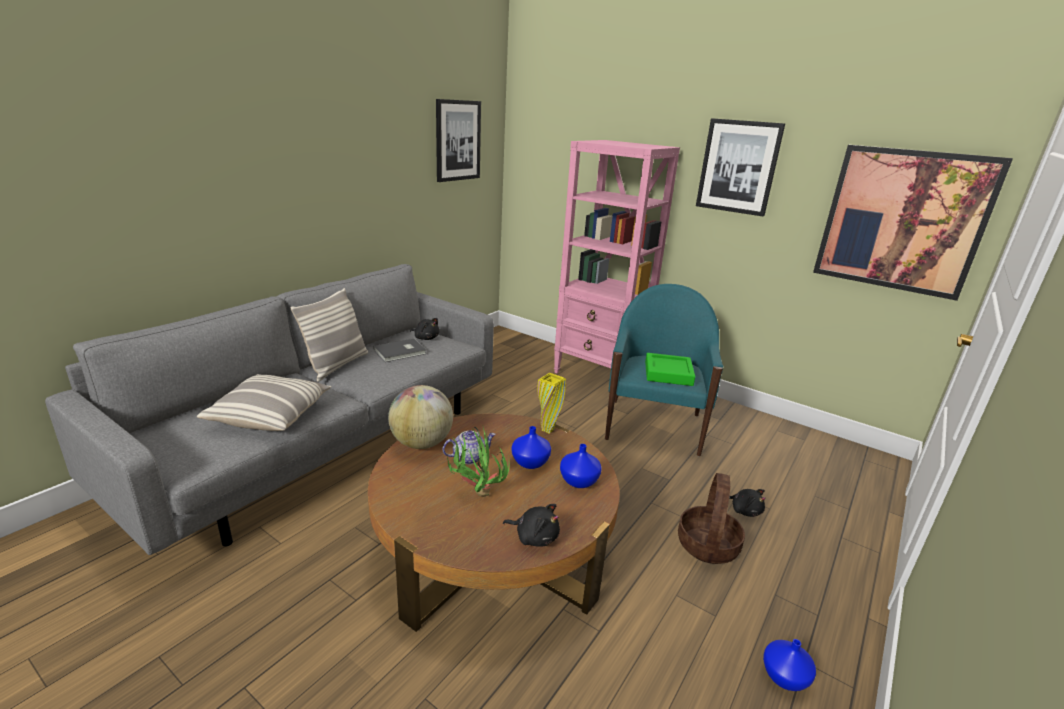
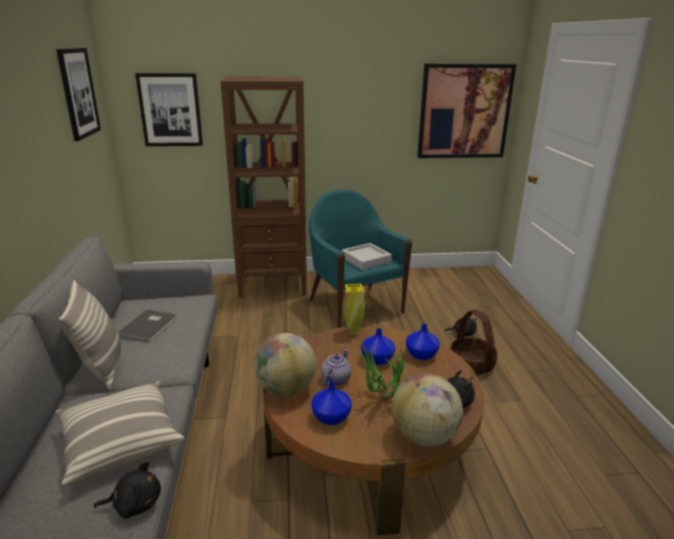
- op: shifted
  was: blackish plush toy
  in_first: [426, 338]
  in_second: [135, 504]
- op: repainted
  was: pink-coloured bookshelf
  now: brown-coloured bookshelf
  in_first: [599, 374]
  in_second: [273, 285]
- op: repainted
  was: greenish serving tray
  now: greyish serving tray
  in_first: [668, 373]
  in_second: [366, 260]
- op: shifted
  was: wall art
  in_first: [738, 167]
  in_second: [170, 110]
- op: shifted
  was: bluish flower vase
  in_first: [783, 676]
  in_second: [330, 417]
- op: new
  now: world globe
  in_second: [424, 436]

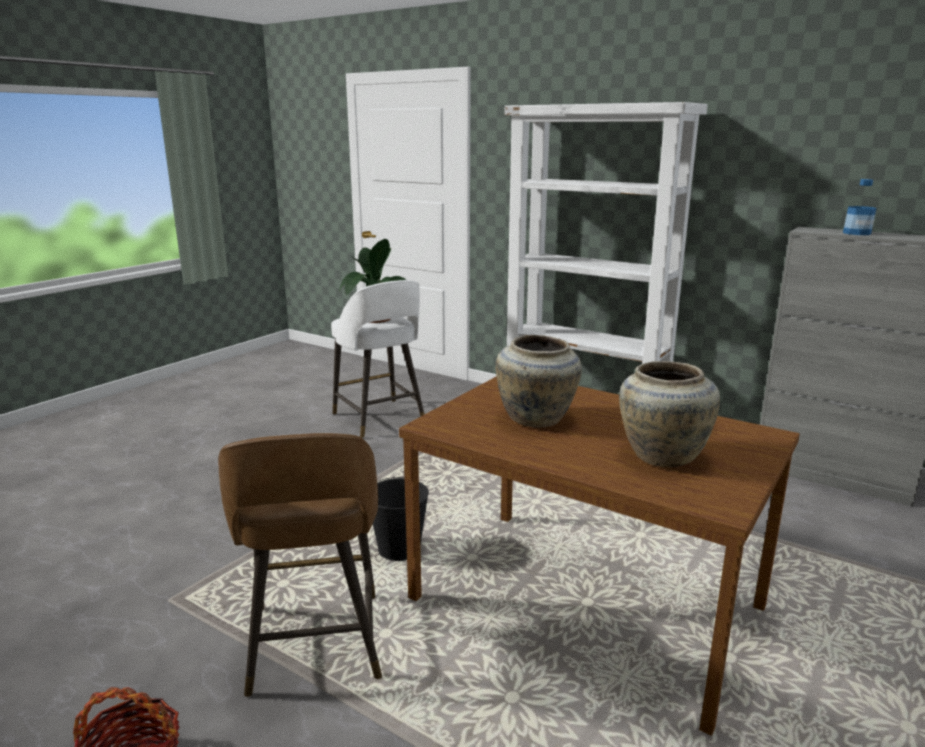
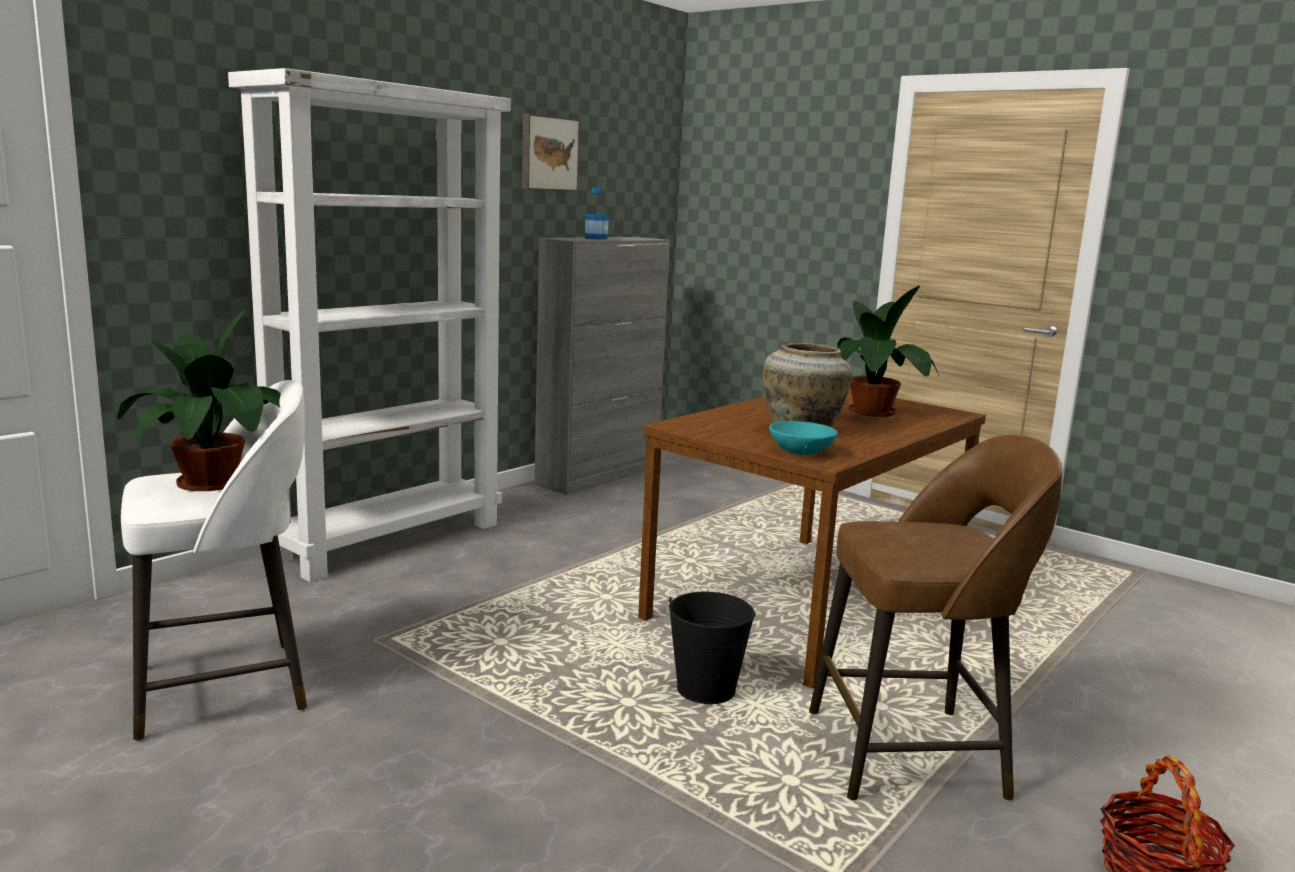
- op: swapped
  was: sand-coloured flower vase
  now: plant in a pot
  in_first: [662, 455]
  in_second: [874, 412]
- op: new
  now: wall art
  in_second: [548, 153]
- op: new
  now: turquoise serving bowl
  in_second: [800, 452]

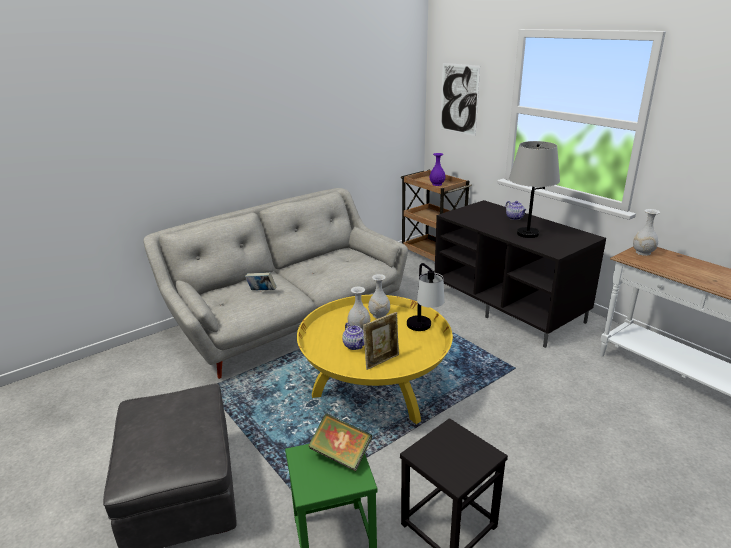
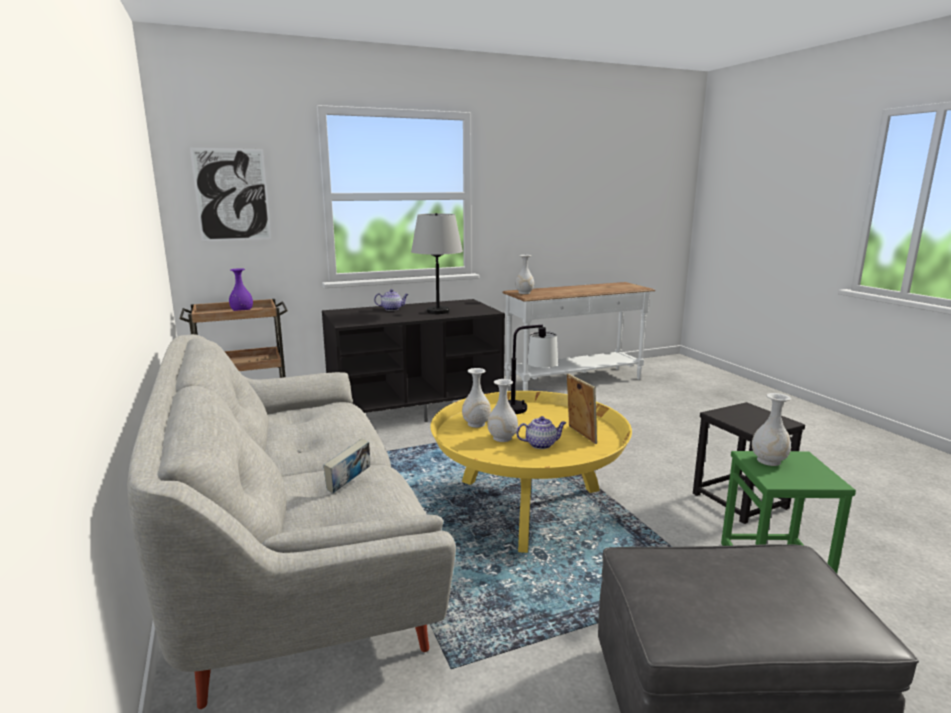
- op: swapped
  was: volume
  now: white-coloured flower vase
  in_first: [341, 455]
  in_second: [769, 461]

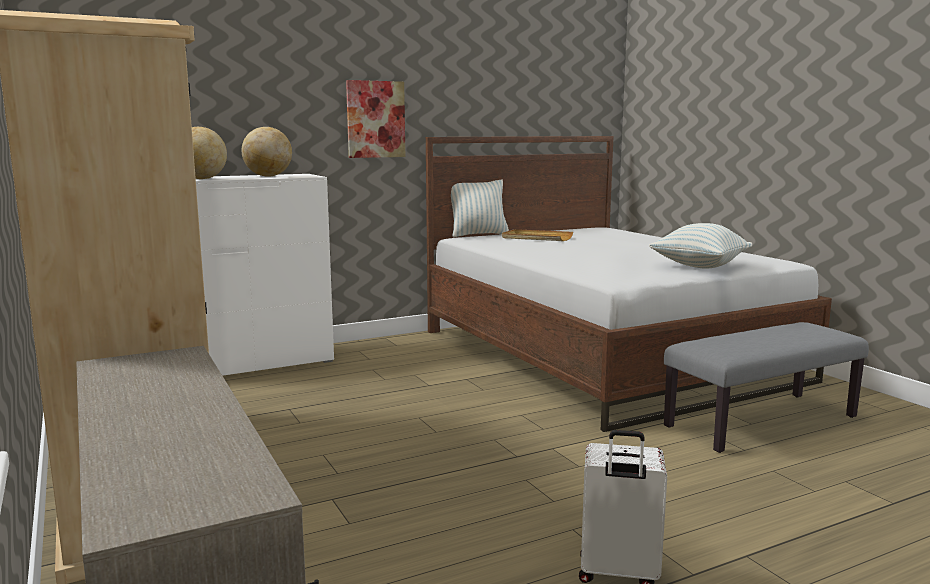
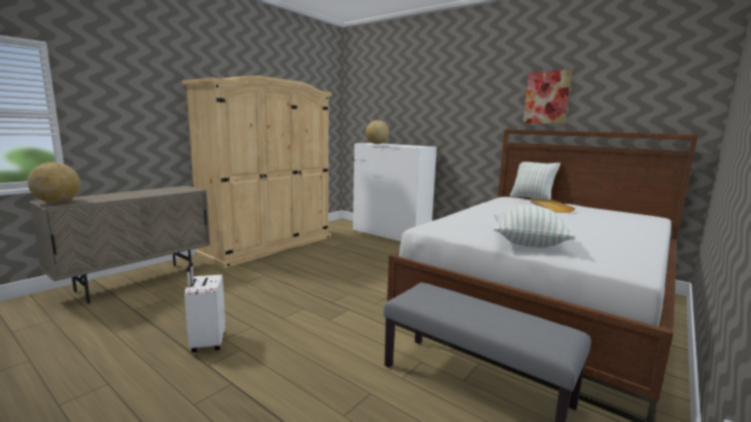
- op: shifted
  was: world globe
  in_first: [268, 176]
  in_second: [58, 202]
- op: shifted
  was: wall art
  in_first: [375, 119]
  in_second: [546, 98]

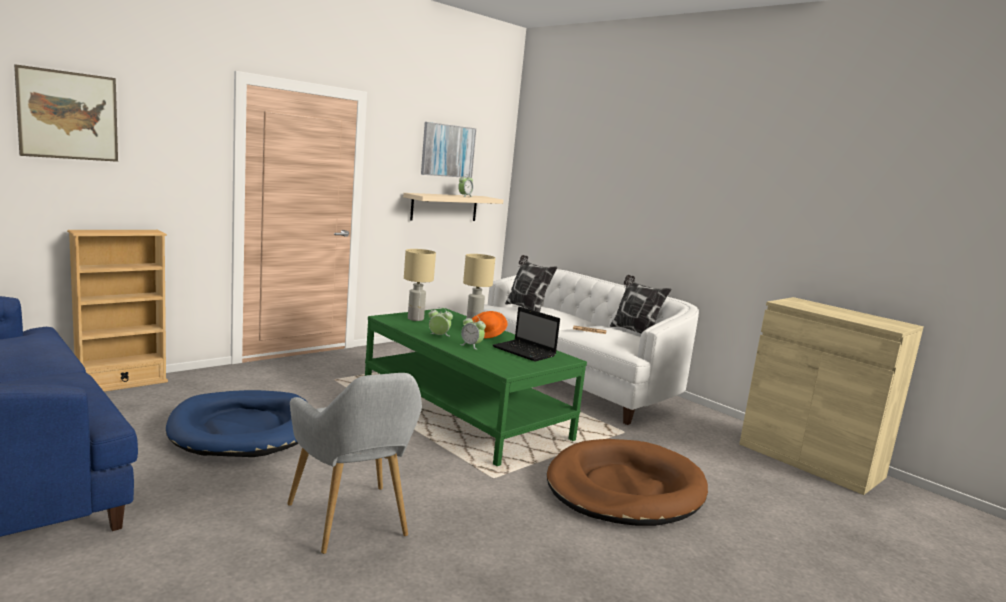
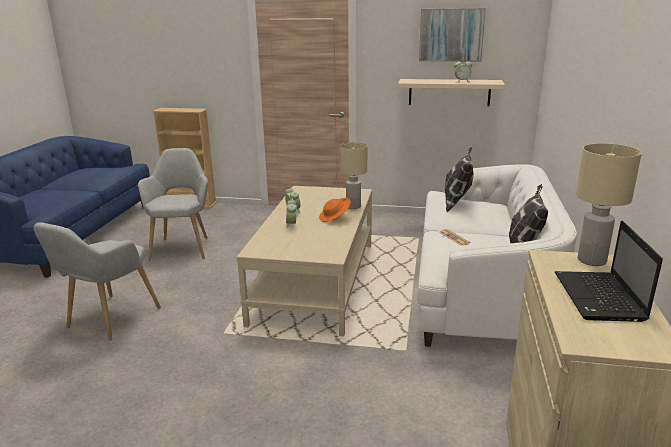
- op: gone
  was: wall art
  in_first: [68, 115]
- op: swapped
  was: bluish pet bed
  now: greyish easy chair
  in_first: [243, 429]
  in_second: [182, 246]
- op: repainted
  was: greenish lounge table
  now: sand-coloured lounge table
  in_first: [464, 413]
  in_second: [315, 282]
- op: shifted
  was: sand-coloured table lamp
  in_first: [416, 319]
  in_second: [592, 261]
- op: shifted
  was: notebook computer
  in_first: [525, 352]
  in_second: [600, 298]
- op: gone
  was: brown-coloured pet bed
  in_first: [624, 489]

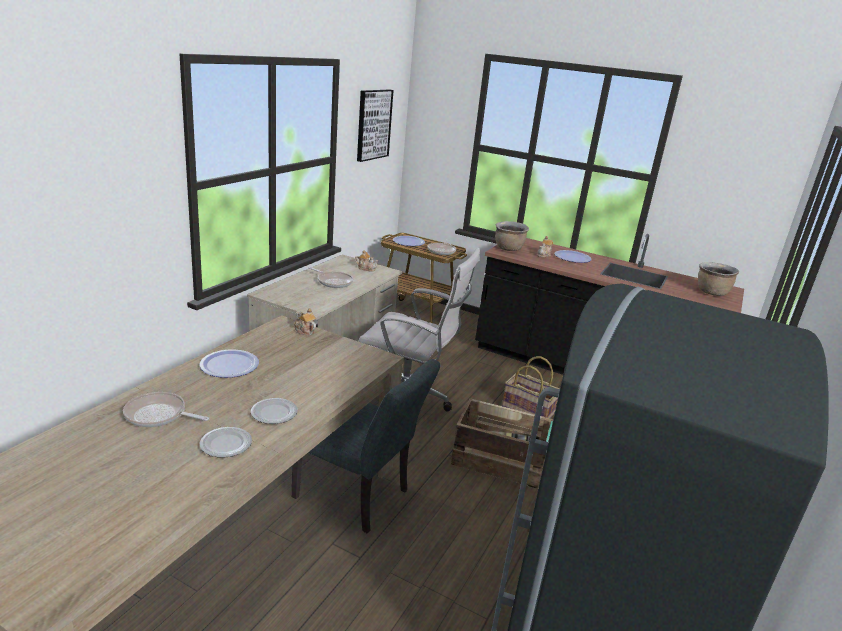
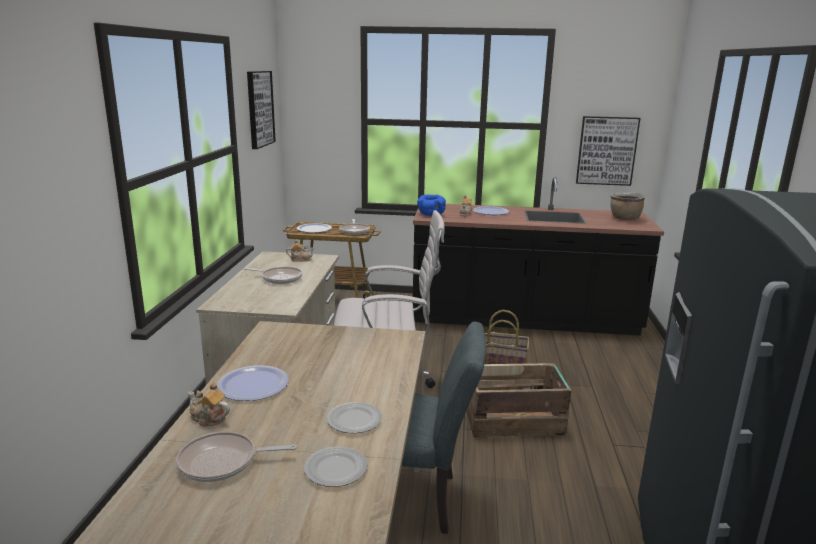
- op: shifted
  was: tea pot
  in_first: [304, 331]
  in_second: [208, 418]
- op: swapped
  was: brown-coloured cooking pot
  now: bluish serving bowl
  in_first: [508, 249]
  in_second: [430, 214]
- op: new
  now: wall art
  in_second: [606, 151]

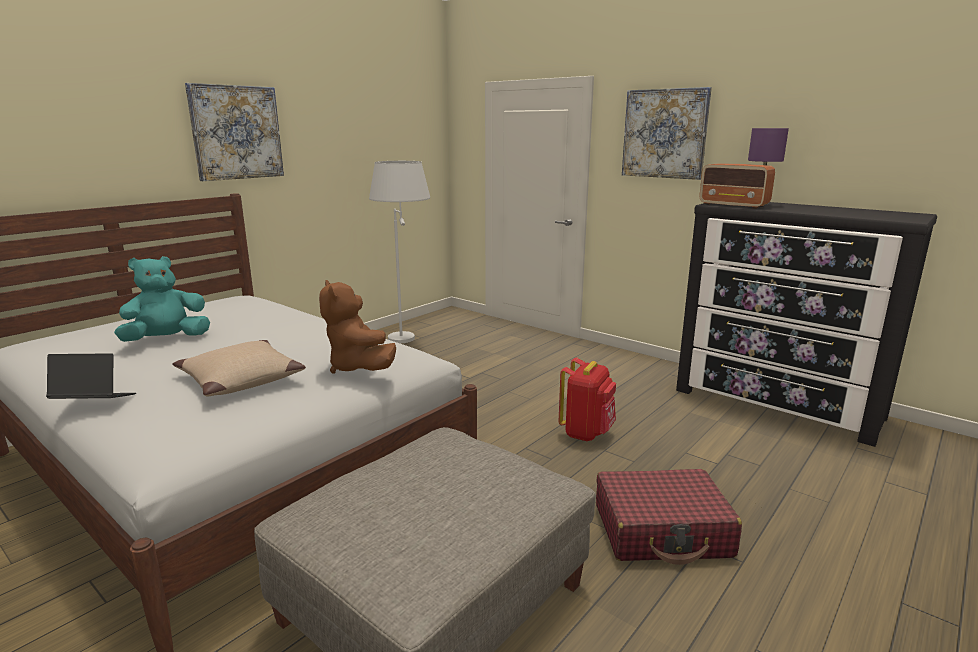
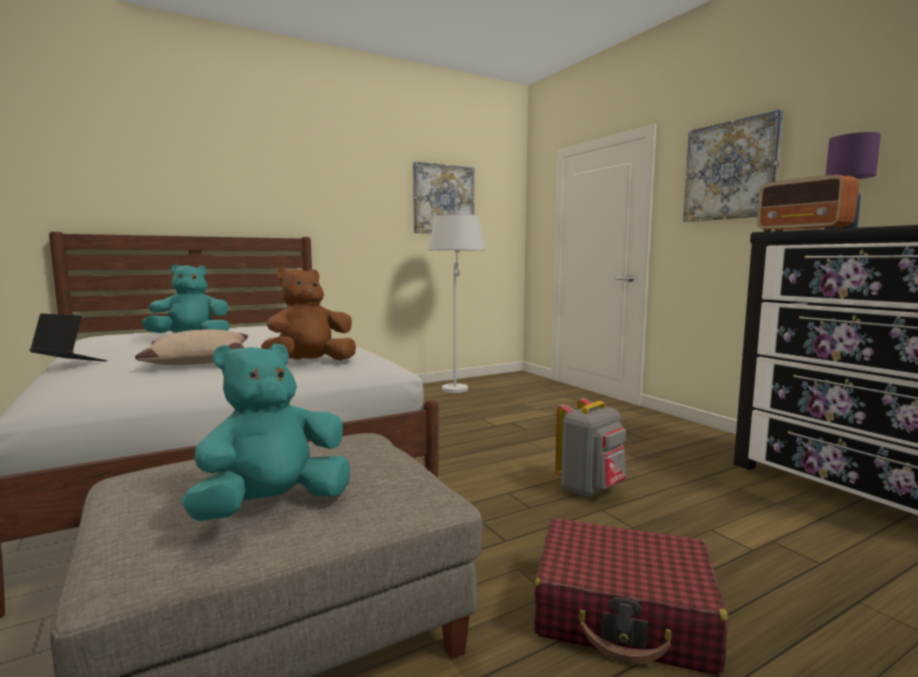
- op: shifted
  was: wall art
  in_first: [236, 132]
  in_second: [443, 199]
- op: rotated
  was: brown-coloured plush toy
  in_first: [358, 367]
  in_second: [310, 363]
  clockwise: 60
- op: repainted
  was: red backpack
  now: greyish backpack
  in_first: [586, 433]
  in_second: [590, 489]
- op: new
  now: turquoise plush toy
  in_second: [273, 506]

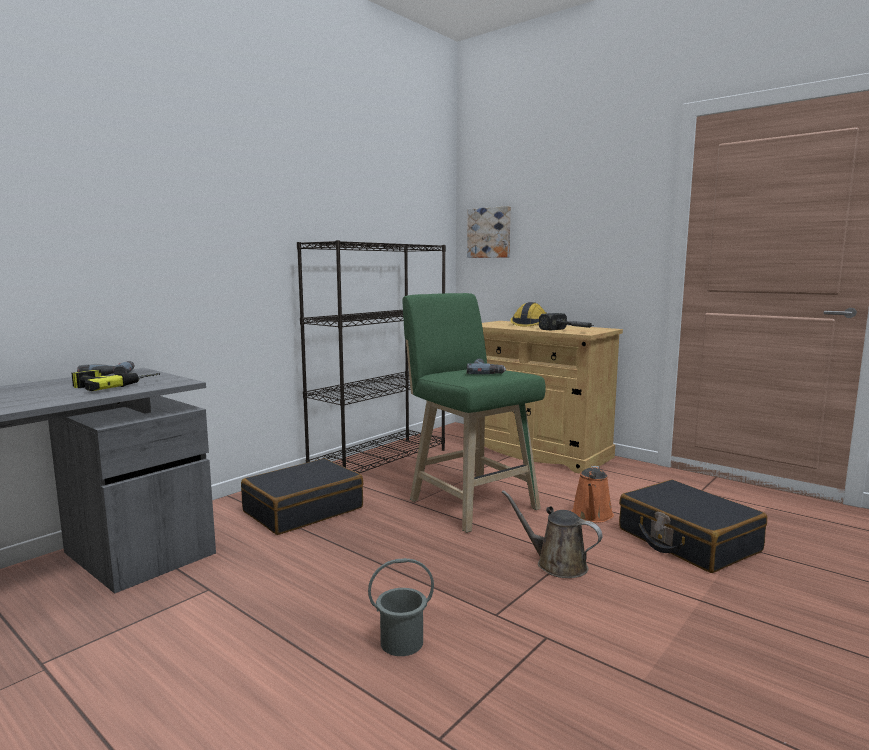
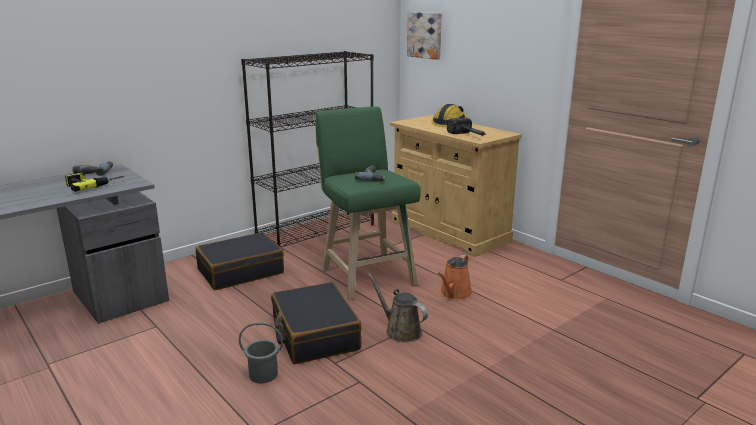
- op: shifted
  was: blackish piece of luggage
  in_first: [687, 540]
  in_second: [314, 334]

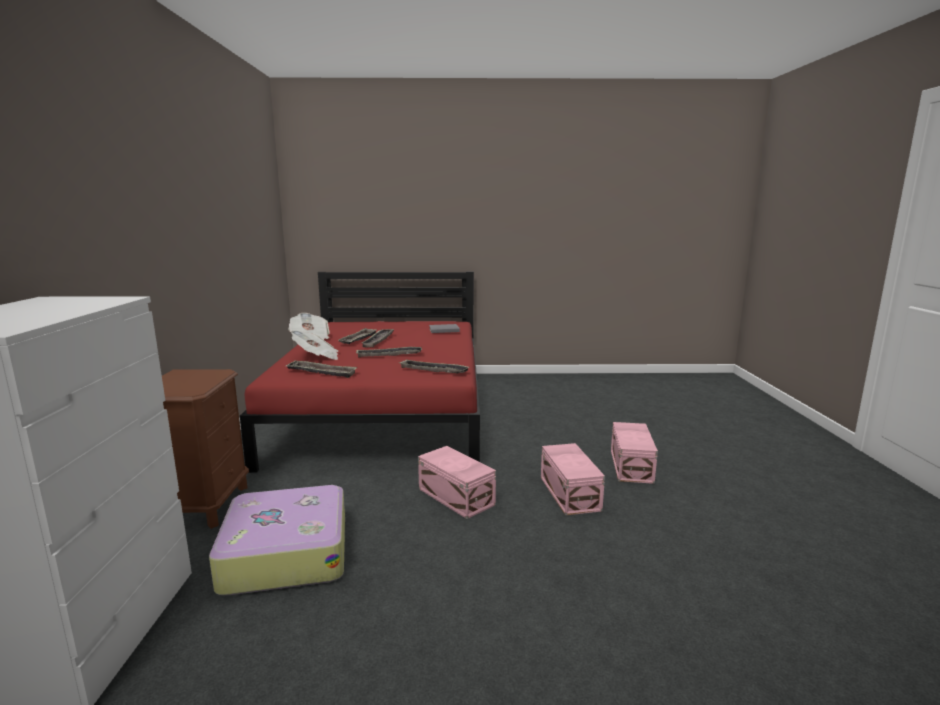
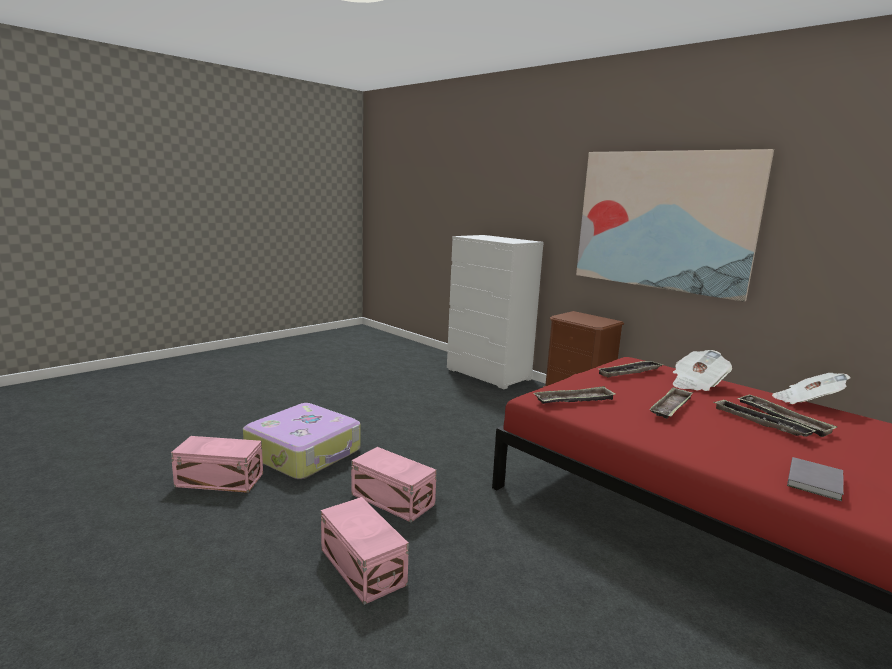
- op: shifted
  was: piece of luggage
  in_first: [285, 553]
  in_second: [305, 453]
- op: shifted
  was: pink-coloured storage box
  in_first: [456, 497]
  in_second: [219, 479]
- op: new
  now: wall art
  in_second: [663, 220]

